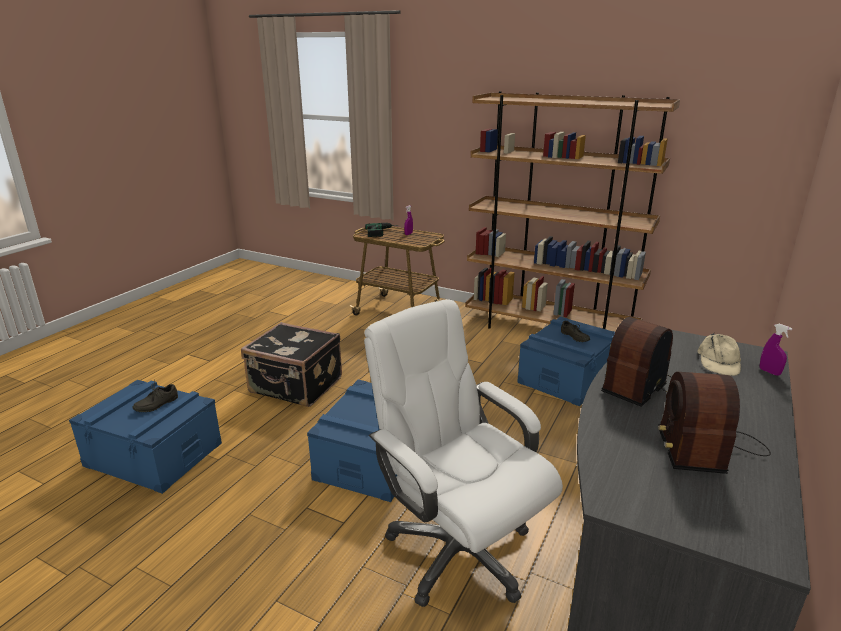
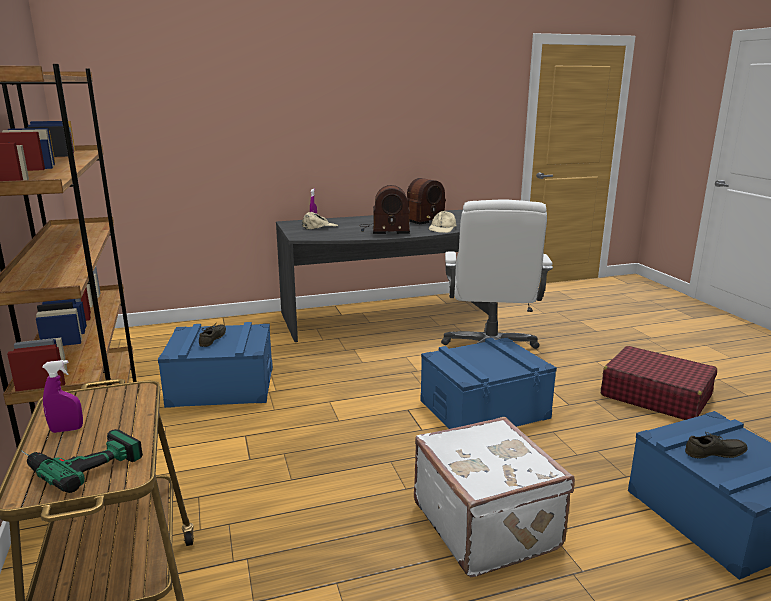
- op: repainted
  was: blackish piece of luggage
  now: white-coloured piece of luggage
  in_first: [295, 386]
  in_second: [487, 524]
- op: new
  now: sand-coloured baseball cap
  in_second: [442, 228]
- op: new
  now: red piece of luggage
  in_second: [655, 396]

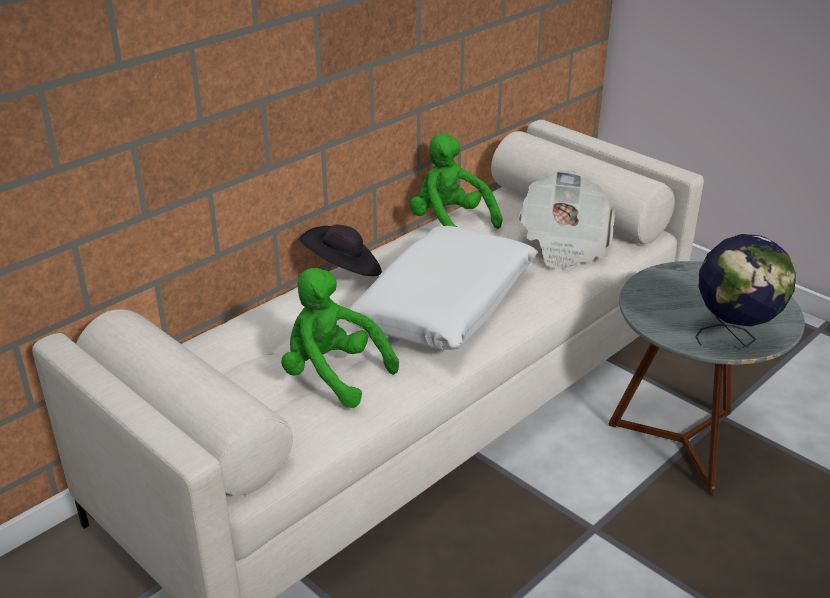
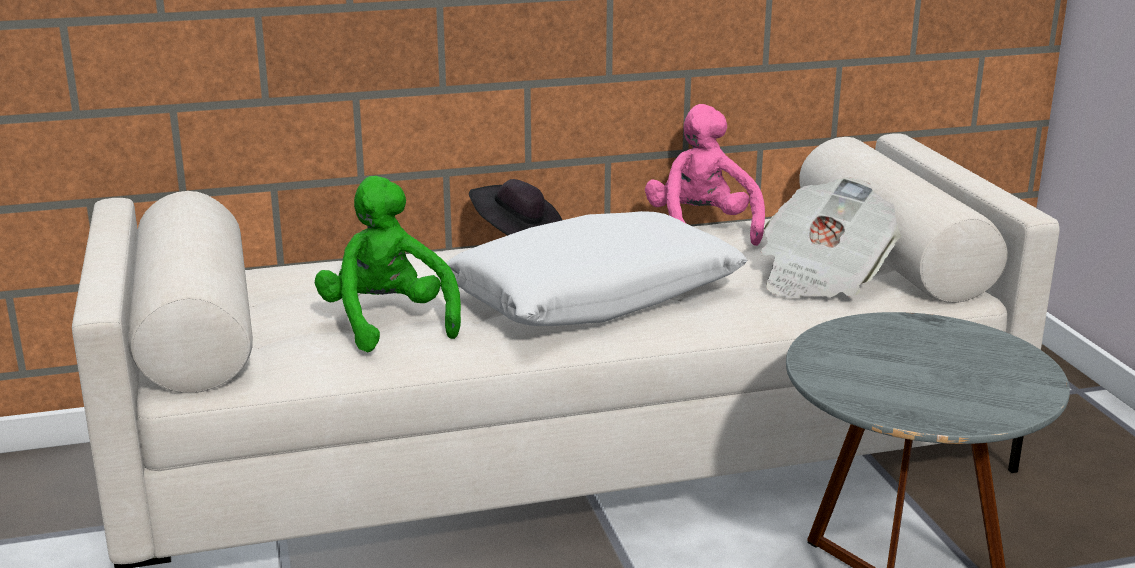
- op: repainted
  was: greenish plush toy
  now: pink-coloured plush toy
  in_first: [450, 223]
  in_second: [701, 229]
- op: gone
  was: world globe
  in_first: [733, 338]

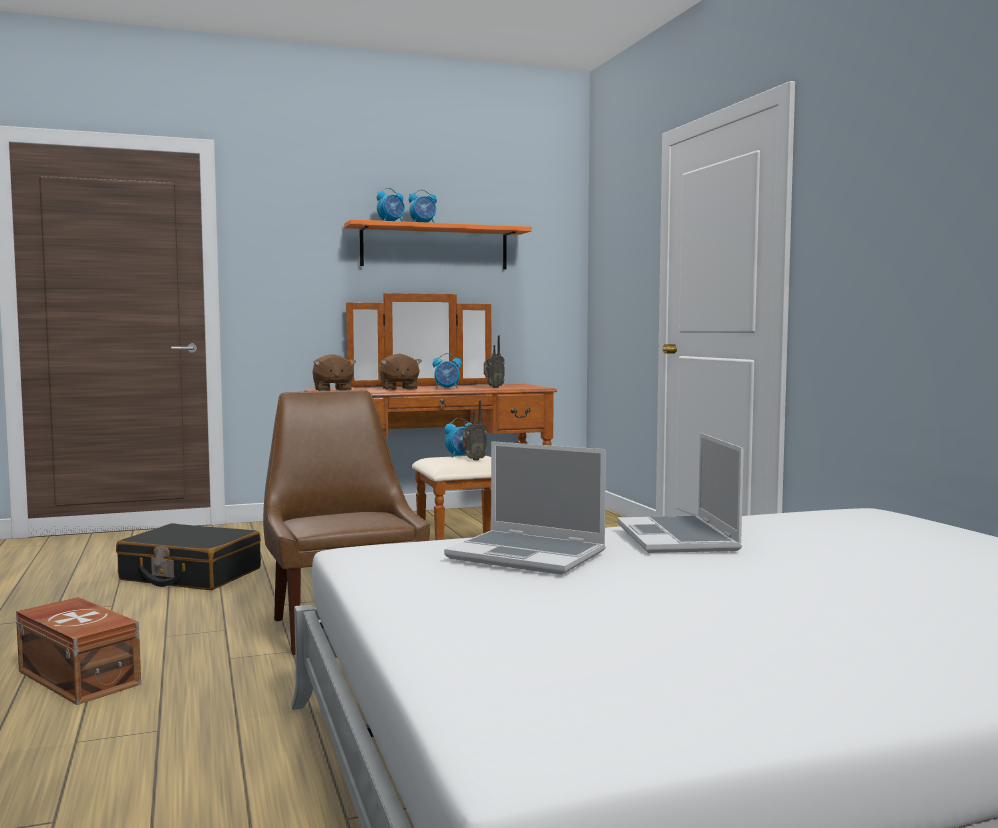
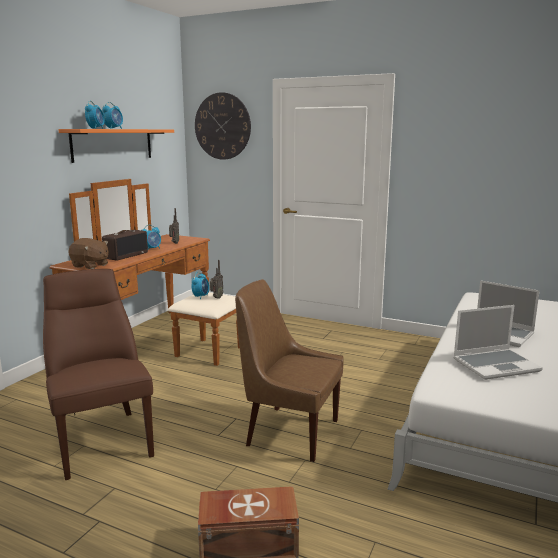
- op: swapped
  was: blackish piece of luggage
  now: brown-coloured chair
  in_first: [190, 575]
  in_second: [102, 439]
- op: swapped
  was: brown-coloured plush toy
  now: radio receiver
  in_first: [399, 389]
  in_second: [126, 255]
- op: new
  now: hanging clock
  in_second: [222, 126]

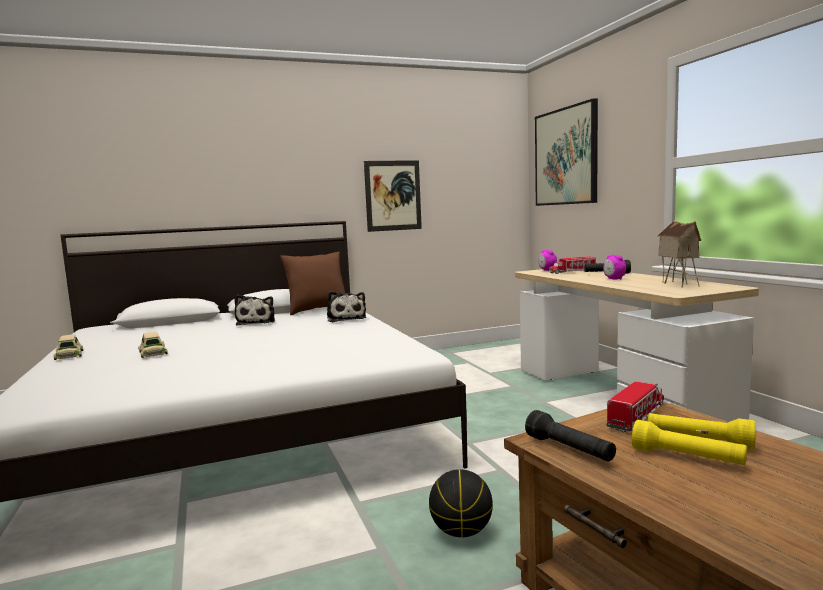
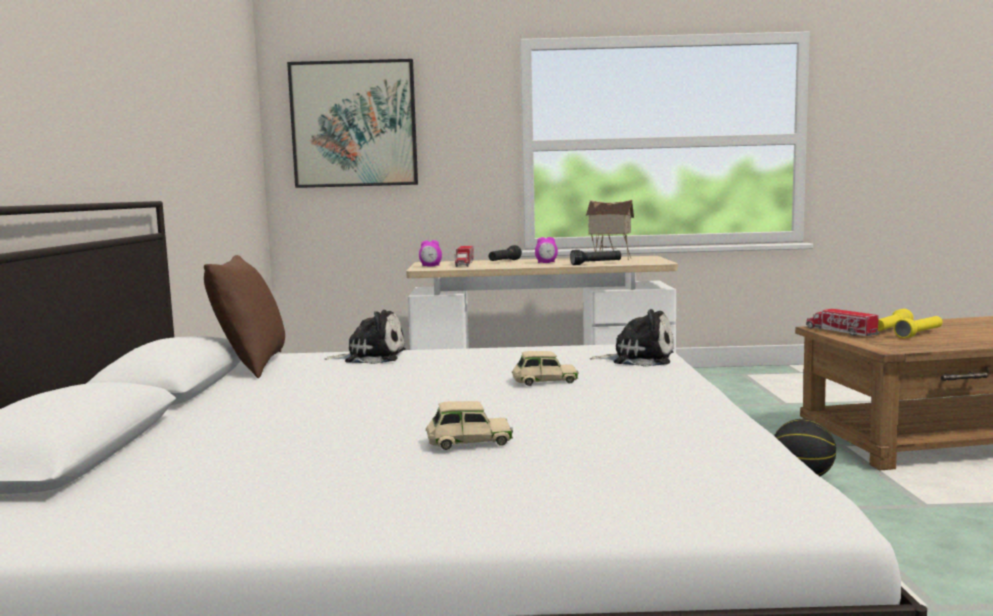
- op: shifted
  was: sand-coloured toy car
  in_first: [69, 355]
  in_second: [544, 380]
- op: shifted
  was: plush toy
  in_first: [257, 322]
  in_second: [638, 359]
- op: gone
  was: wall art
  in_first: [393, 195]
- op: shifted
  was: blackish flashlight
  in_first: [569, 450]
  in_second: [596, 264]

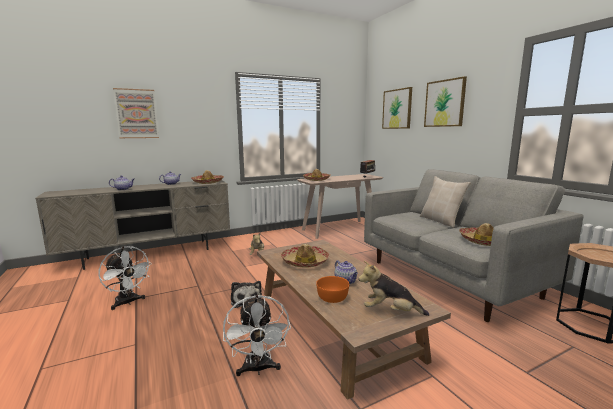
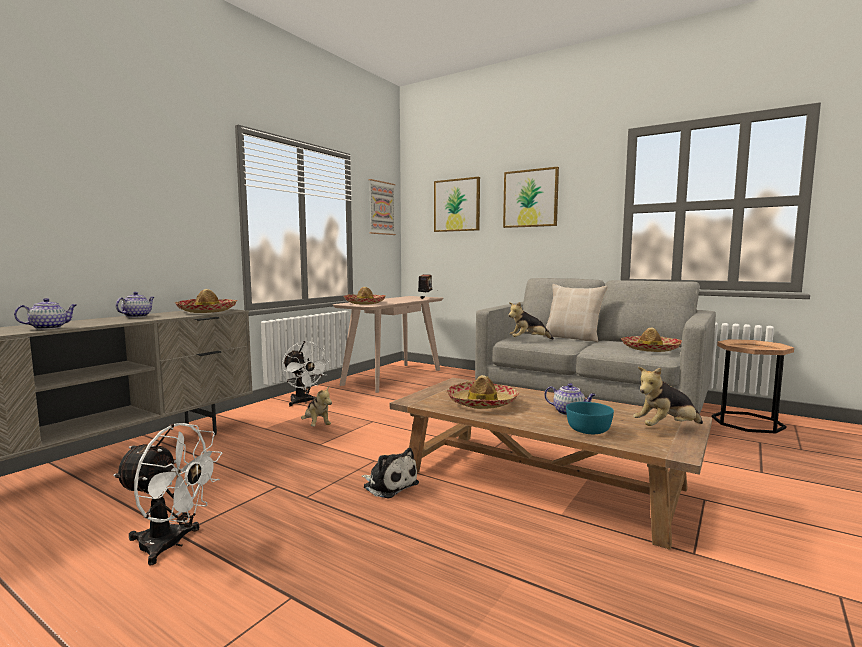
- op: shifted
  was: wall art
  in_first: [136, 114]
  in_second: [381, 208]
- op: shifted
  was: white-coloured cooling fan
  in_first: [258, 369]
  in_second: [303, 402]
- op: repainted
  was: orangey serving bowl
  now: turquoise serving bowl
  in_first: [332, 297]
  in_second: [587, 429]
- op: new
  now: plush toy
  in_second: [528, 340]

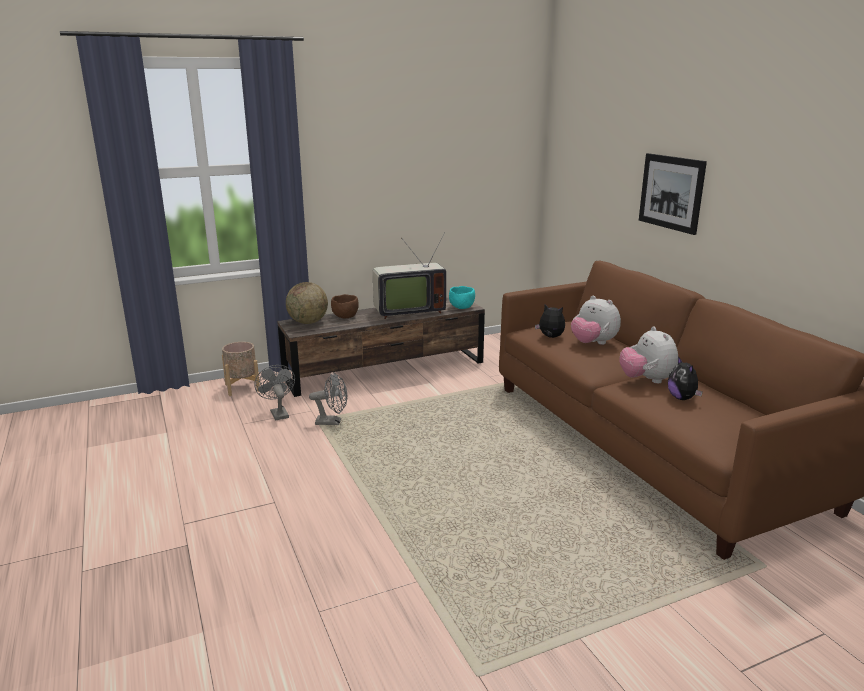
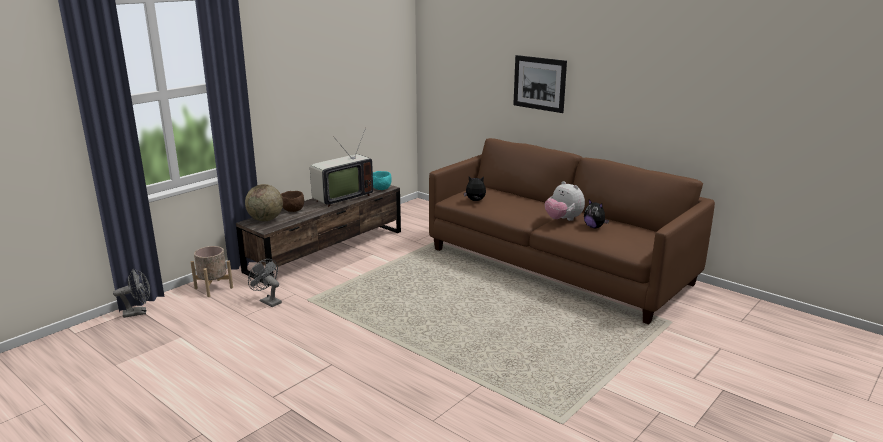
- op: shifted
  was: greyish cooling fan
  in_first: [332, 422]
  in_second: [139, 312]
- op: gone
  was: plush toy
  in_first: [593, 343]

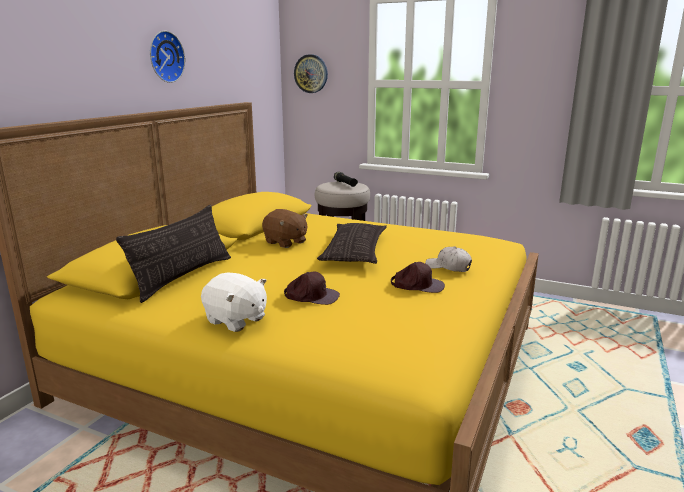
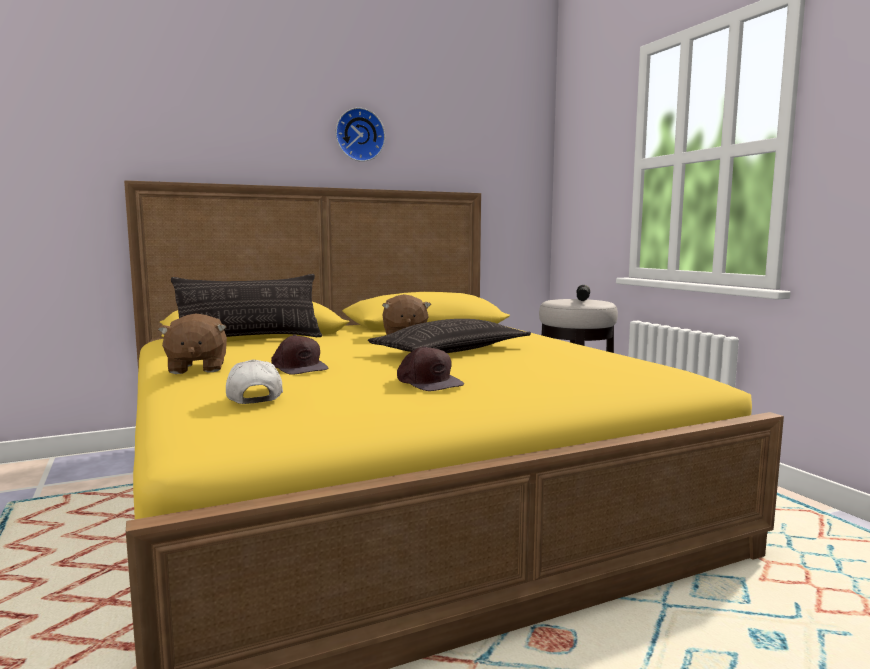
- op: repainted
  was: white-coloured plush toy
  now: brown-coloured plush toy
  in_first: [236, 320]
  in_second: [196, 368]
- op: gone
  was: hanging clock
  in_first: [311, 73]
- op: shifted
  was: white-coloured baseball cap
  in_first: [448, 267]
  in_second: [254, 397]

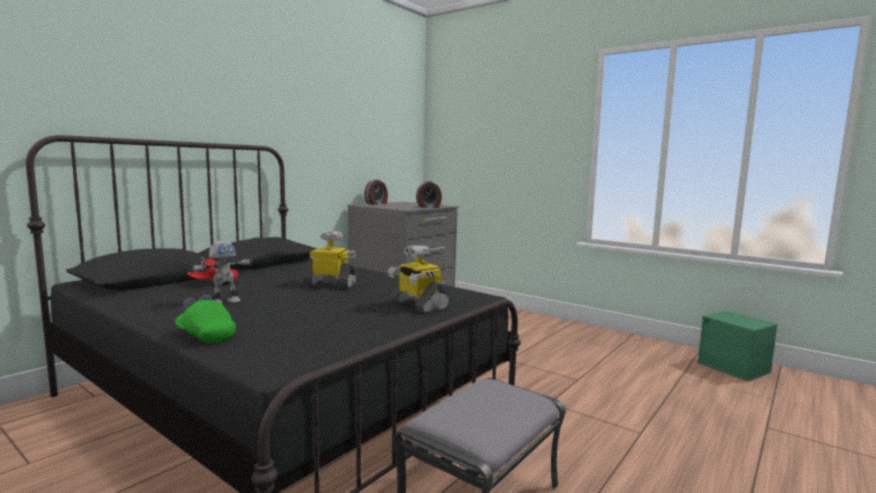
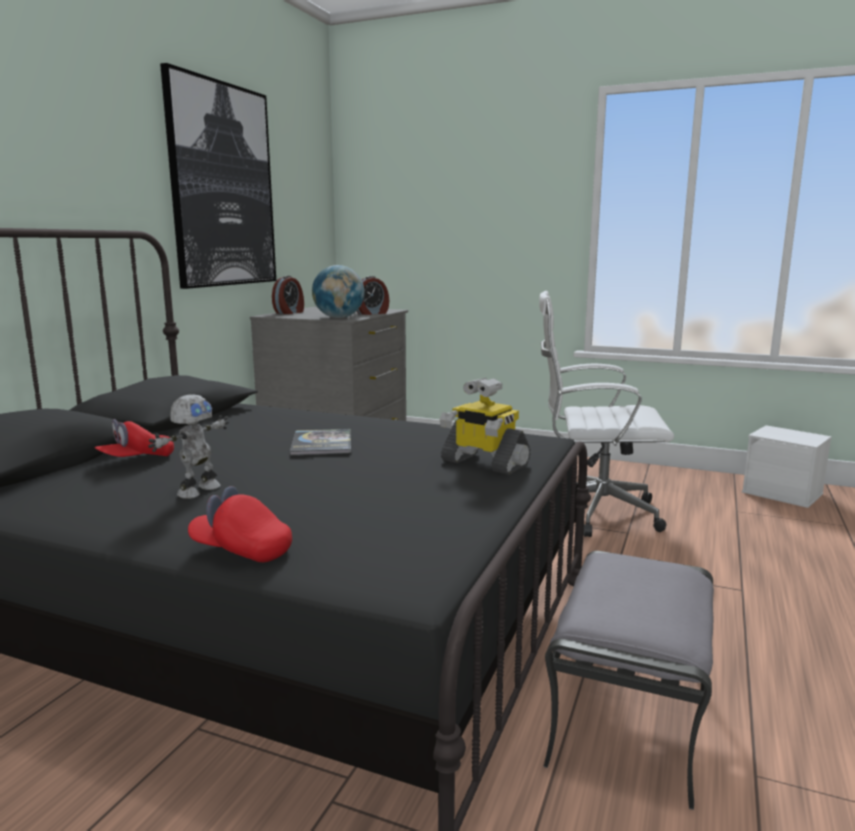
- op: repainted
  was: greenish baseball cap
  now: red baseball cap
  in_first: [205, 335]
  in_second: [241, 550]
- op: swapped
  was: model robot
  now: volume
  in_first: [331, 284]
  in_second: [322, 443]
- op: repainted
  was: greenish storage box
  now: white-coloured storage box
  in_first: [734, 367]
  in_second: [783, 493]
- op: new
  now: wall art
  in_second: [222, 186]
- op: new
  now: world globe
  in_second: [339, 318]
- op: new
  now: white-coloured computer chair
  in_second: [593, 513]

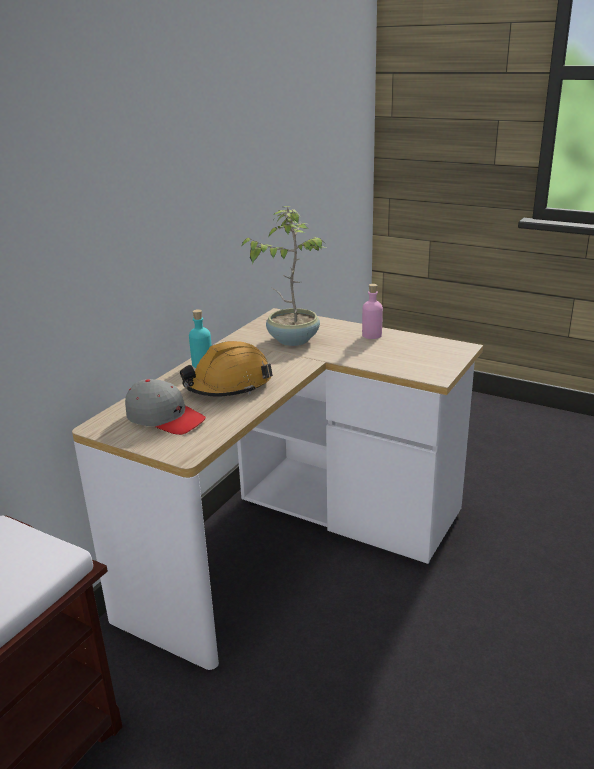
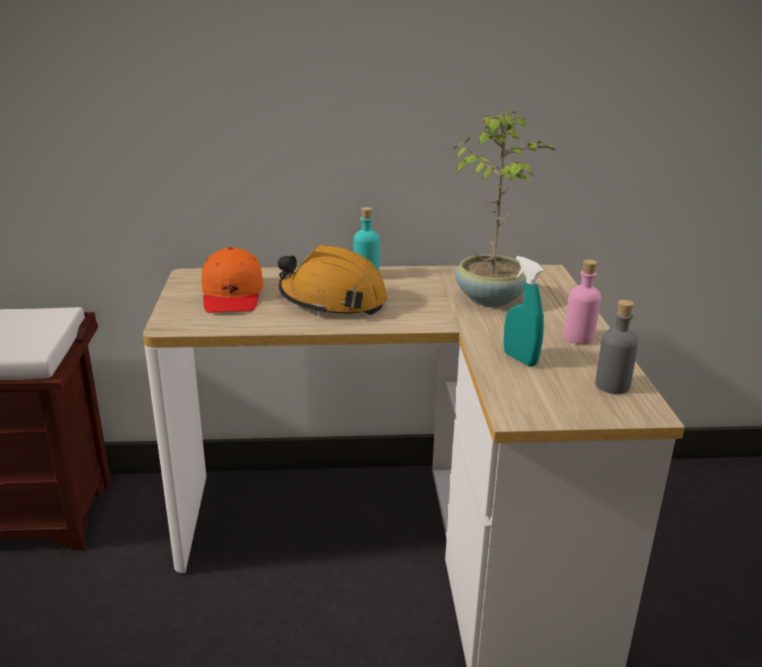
- op: repainted
  was: greyish baseball cap
  now: orangey baseball cap
  in_first: [165, 418]
  in_second: [232, 295]
- op: new
  now: turquoise hand sprayer
  in_second: [520, 359]
- op: new
  now: greyish beverage bottle
  in_second: [612, 385]

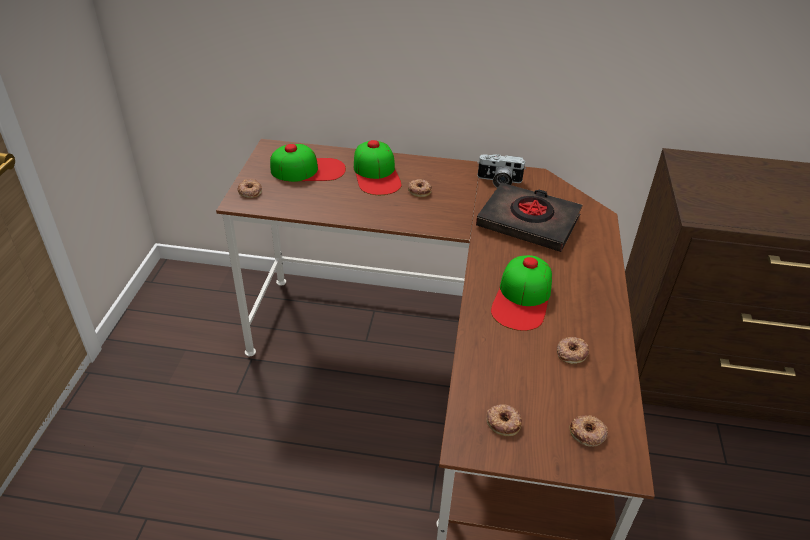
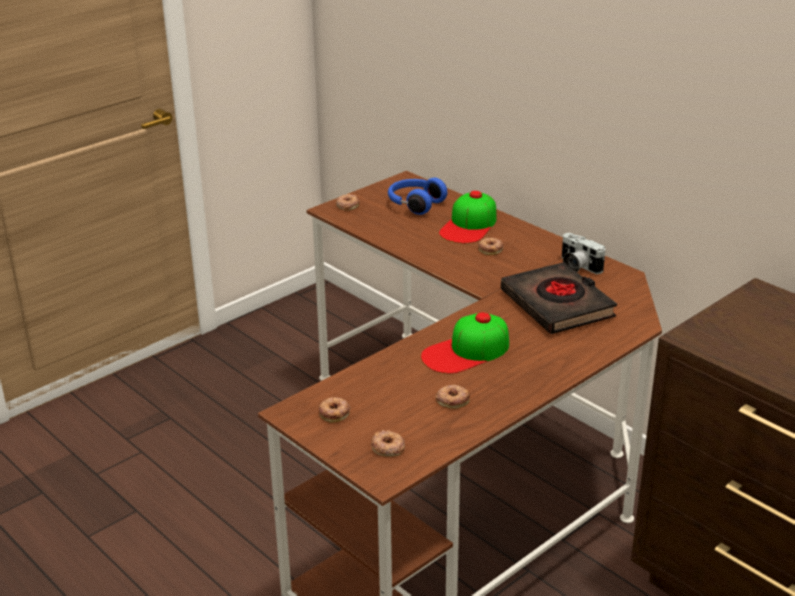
- op: swapped
  was: baseball cap
  now: bluish pair of headphones
  in_first: [308, 169]
  in_second: [415, 204]

